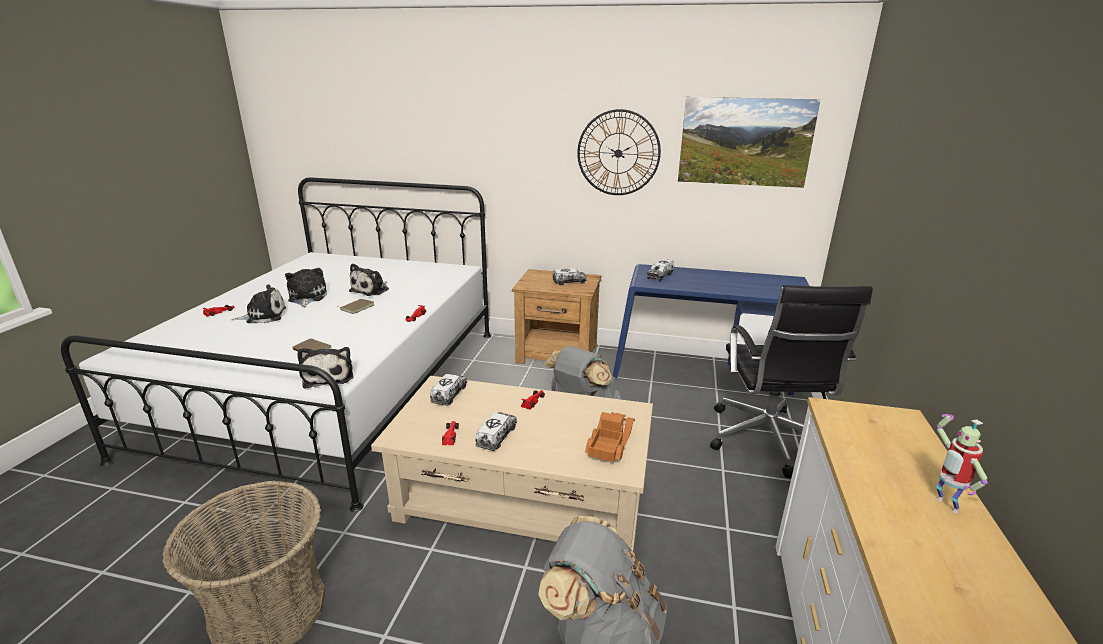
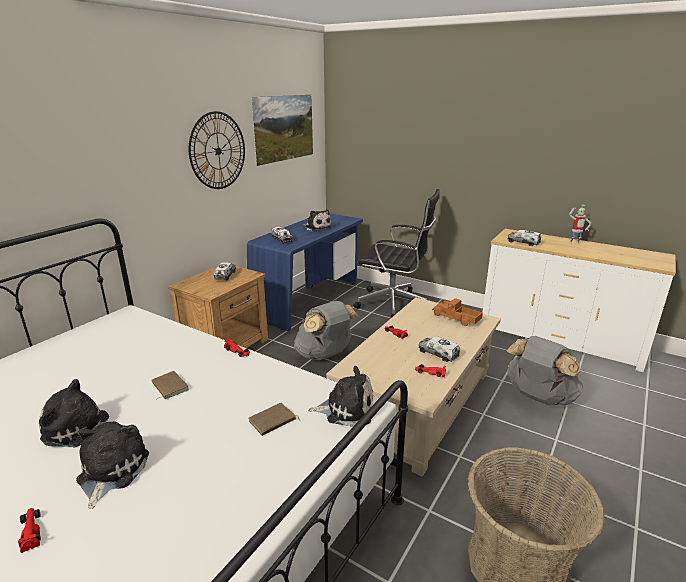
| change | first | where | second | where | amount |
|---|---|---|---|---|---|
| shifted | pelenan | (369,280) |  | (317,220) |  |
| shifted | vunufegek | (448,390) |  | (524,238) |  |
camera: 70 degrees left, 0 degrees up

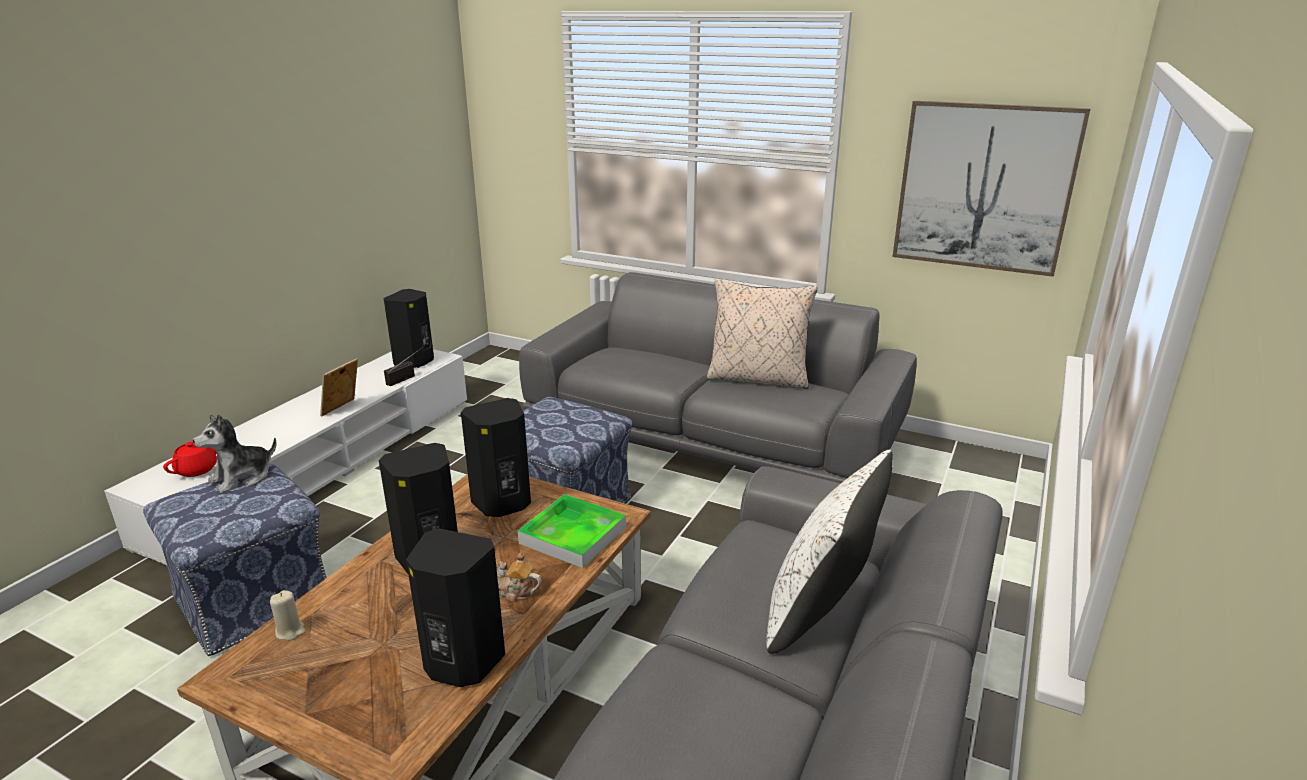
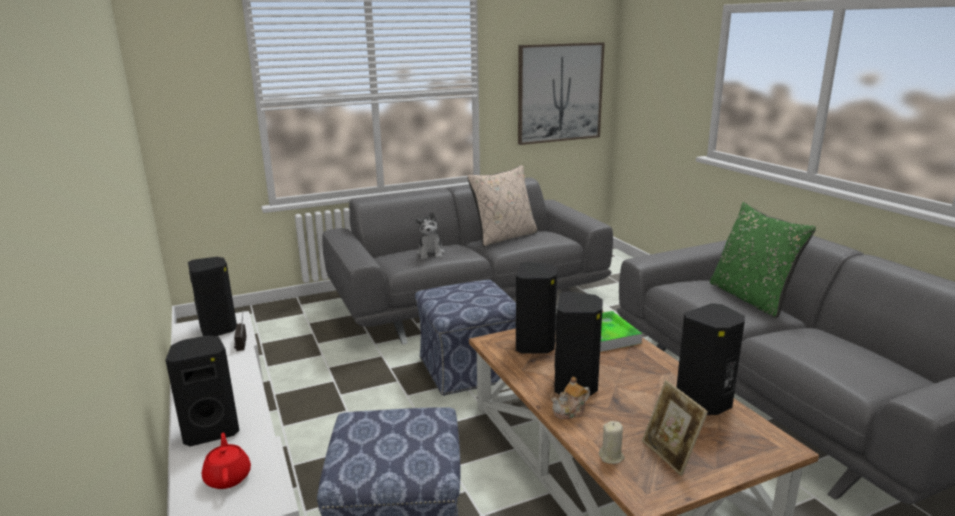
| change | first | where | second | where | amount |
|---|---|---|---|---|---|
| shifted | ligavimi | (339,387) |  | (675,428) |  |
| shifted | pelenan | (234,453) |  | (430,235) |  |
| repainted | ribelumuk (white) | (829,552) | ribelumuk (green) | (763,260) |  |
| shifted | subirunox | (519,577) |  | (570,398) |  |
| new |  |  | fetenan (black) | (202,391) |  |
camera: 50 degrees left, 5 degrees down

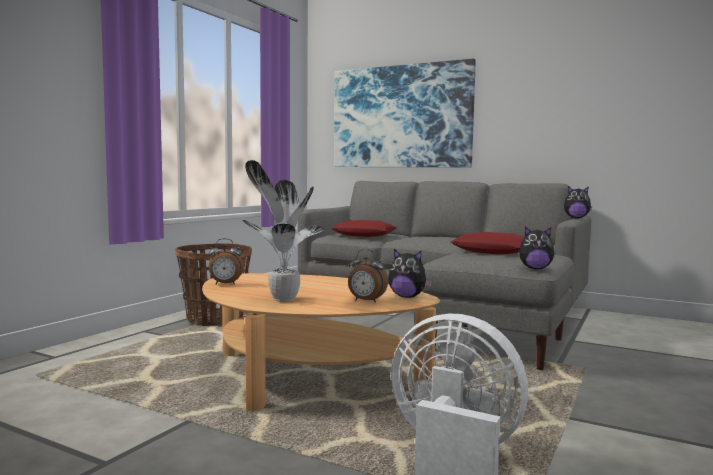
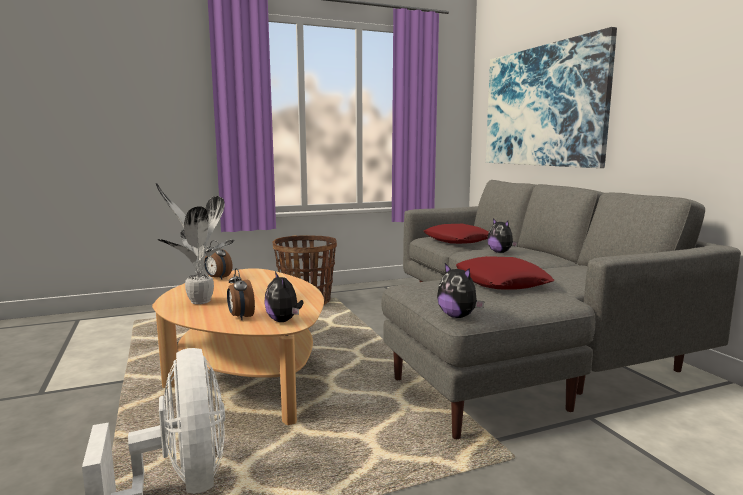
| change | first | where | second | where | amount |
|---|---|---|---|---|---|
| shifted | pelenan | (578,202) |  | (502,236) |  |
camera: 40 degrees right, 5 degrees up

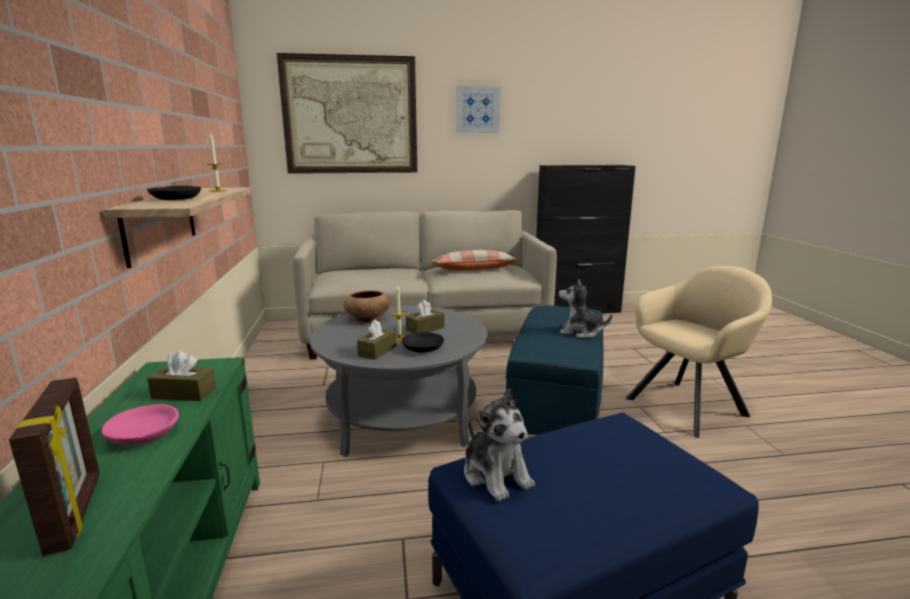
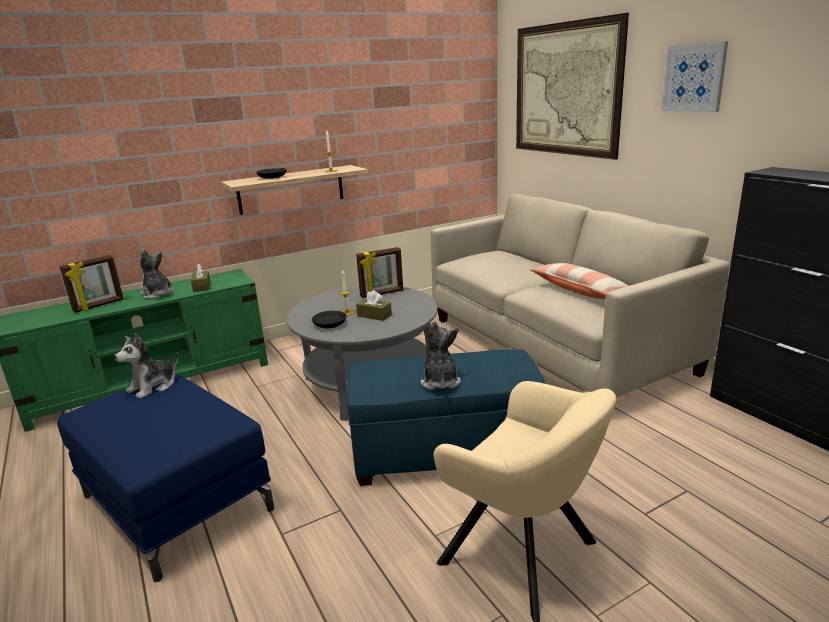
| change | first | where | second | where | amount |
|---|---|---|---|---|---|
| swapped | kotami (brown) | (367,307) | ligavimi | (379,272) |  |
| gone | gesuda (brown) | (376,339) |  |  |  |
| swapped | kotami (pink) | (140,424) | pelenan | (157,274) |  |
camera: 70 degrees right, 5 degrees up

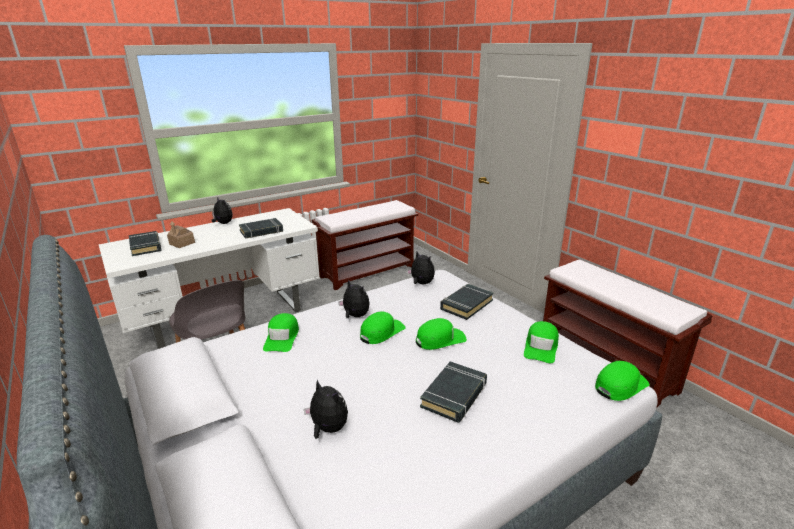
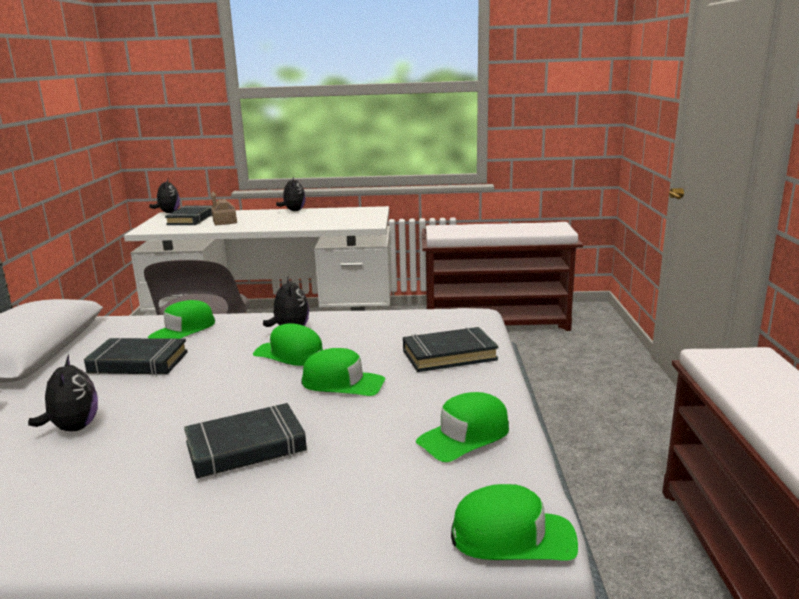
| change | first | where | second | where | amount |
|---|---|---|---|---|---|
| shifted | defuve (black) | (261,228) |  | (136,357) |  |
| shifted | pelenan | (421,267) |  | (164,196) |  |
| rotated | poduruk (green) | (382,328) |  | (288,344) | 135 degrees counterclockwise |
camera: 35 degrees right, 5 degrees down

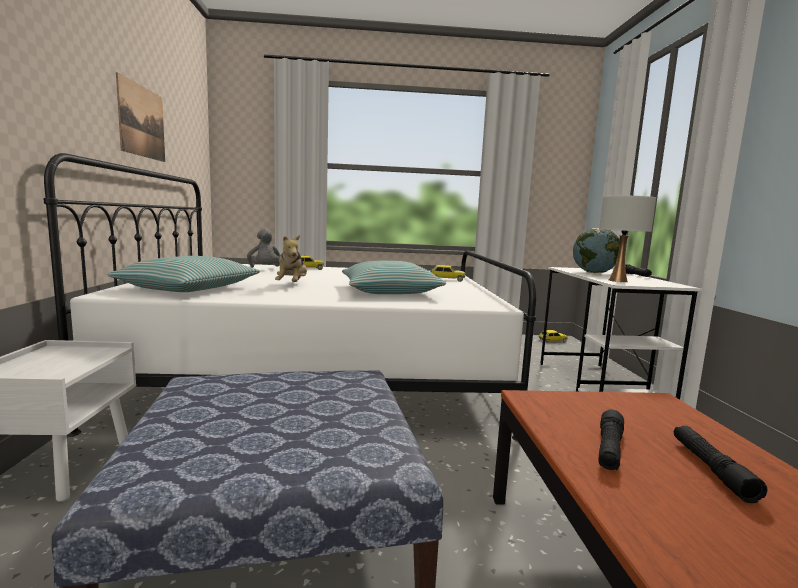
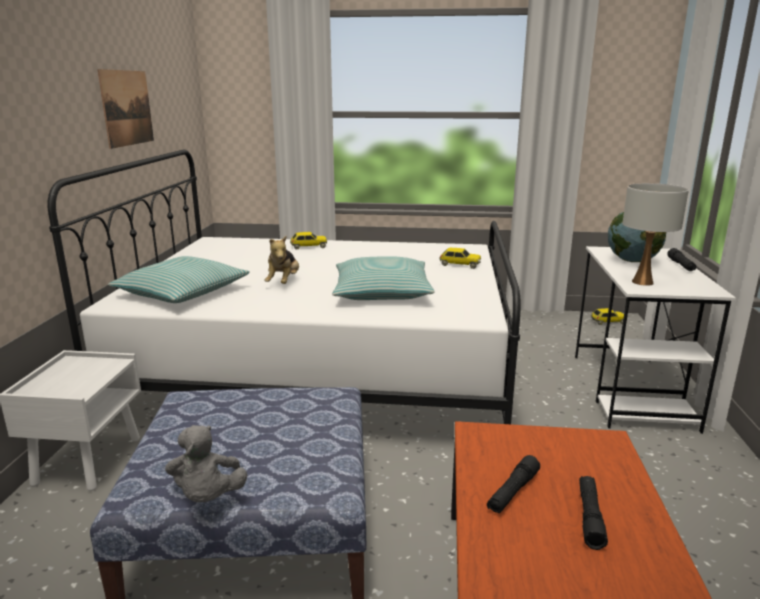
| change | first | where | second | where | amount |
|---|---|---|---|---|---|
| shifted | pelenan (grey) | (264,248) |  | (206,463) |  |
camera: 10 degrees right, 10 degrees up

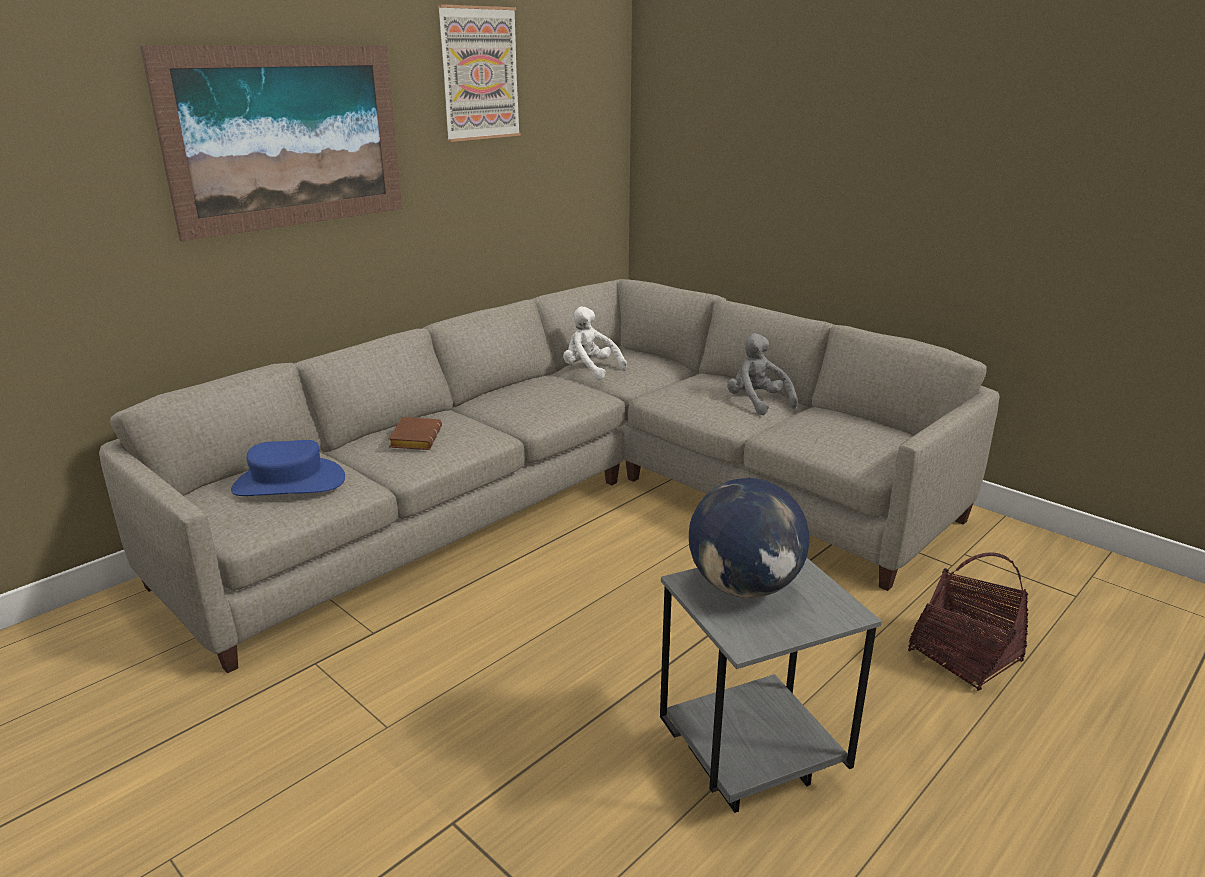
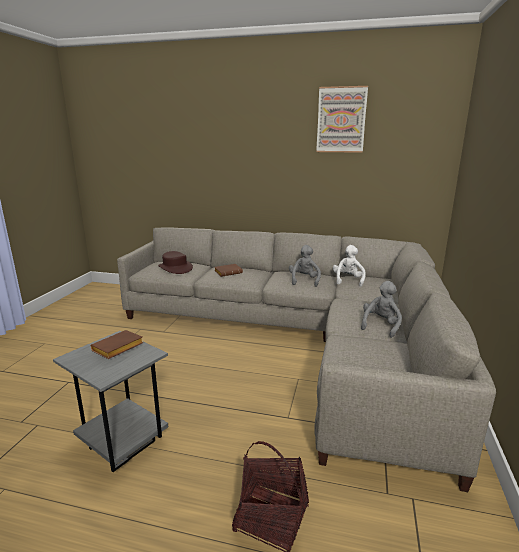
| change | first | where | second | where | amount |
|---|---|---|---|---|---|
| gone | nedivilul | (271,143) |  |  |  |
| repainted | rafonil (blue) | (288,468) | rafonil (brown) | (175,262) |  |
| swapped | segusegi | (749,538) | defuve (brown) | (117,344) |  |
| new |  |  | pelenan (grey) | (305,266) |  |
camera: 60 degrees right, 5 degrees down

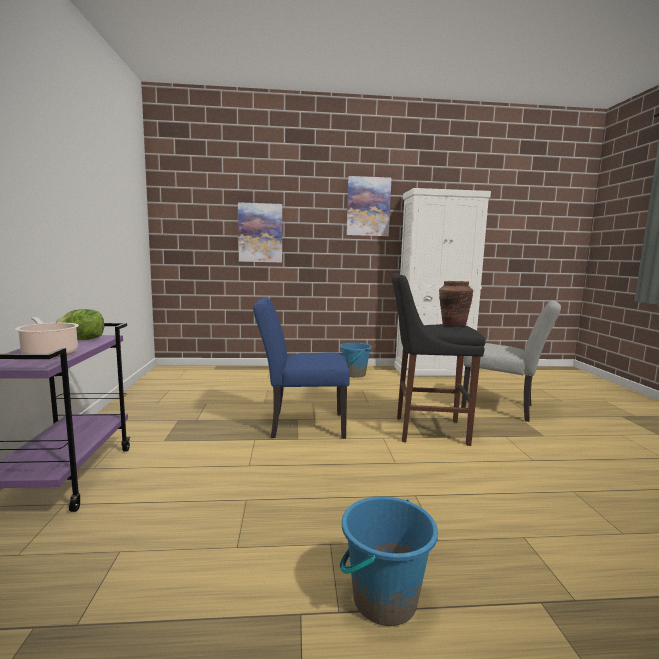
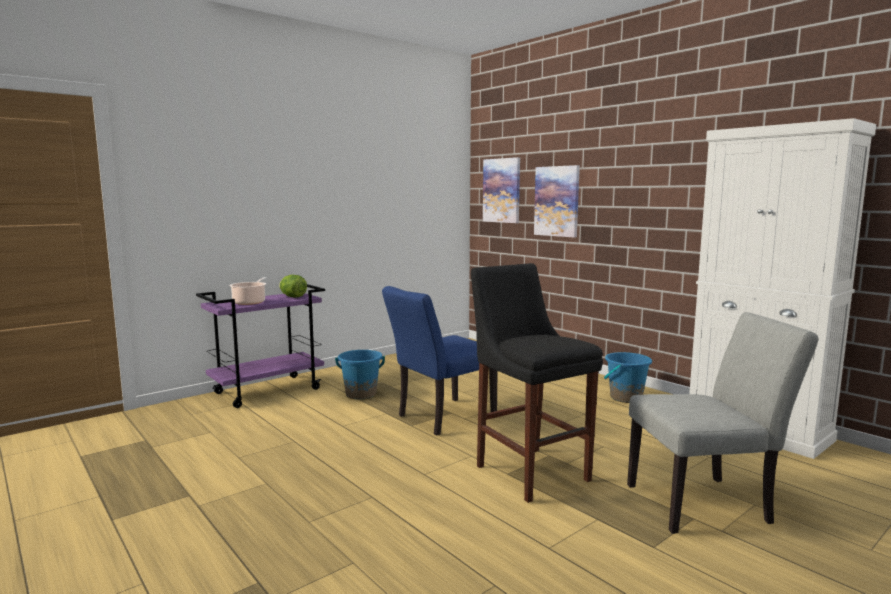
| change | first | where | second | where | amount |
|---|---|---|---|---|---|
| shifted | nedivilul | (368,206) |  | (501,190) |  |
| gone | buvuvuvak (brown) | (456,304) |  |  |  |
| rotated | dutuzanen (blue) | (301,368) |  | (439,361) | 90 degrees counterclockwise |
| rotated | dutuzanen (grey) | (511,361) |  | (722,423) | 90 degrees counterclockwise |
| shifted | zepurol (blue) | (388,561) |  | (360,375) |  |
camera: 55 degrees right, 0 degrees up

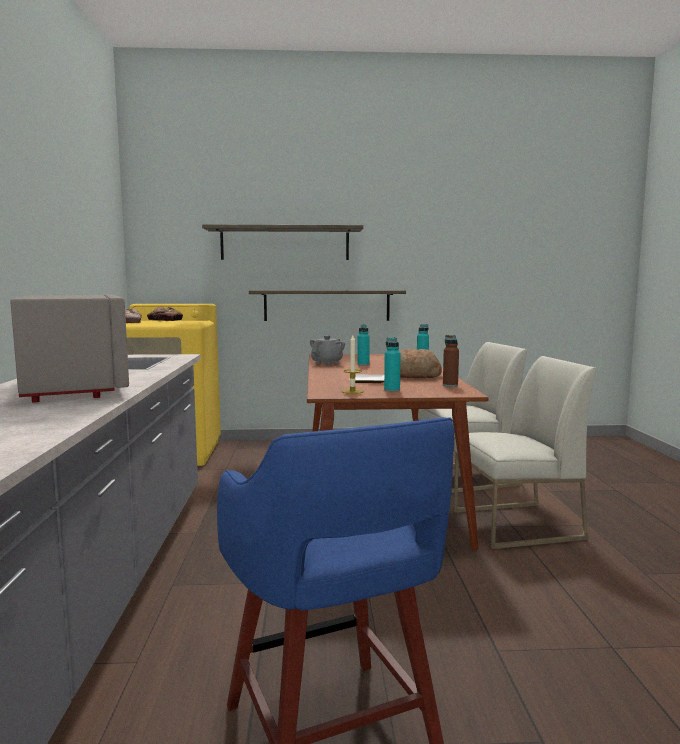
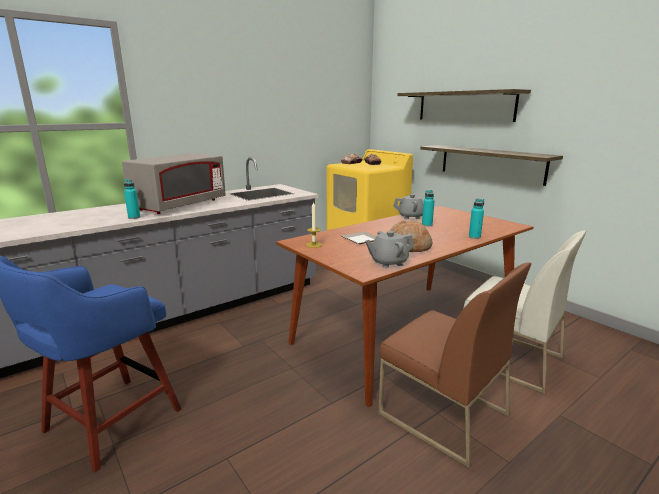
| change | first | where | second | where | amount |
|---|---|---|---|---|---|
| swapped | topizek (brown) | (451,361) | subirunox (grey) | (389,249) |  |
| shifted | topizek (turquoise) | (392,365) |  | (132,199) |  |
| repainted | dutuzanen (white) | (525,452) | dutuzanen (brown) | (455,365) |  |
camera: 55 degrees right, 10 degrees up

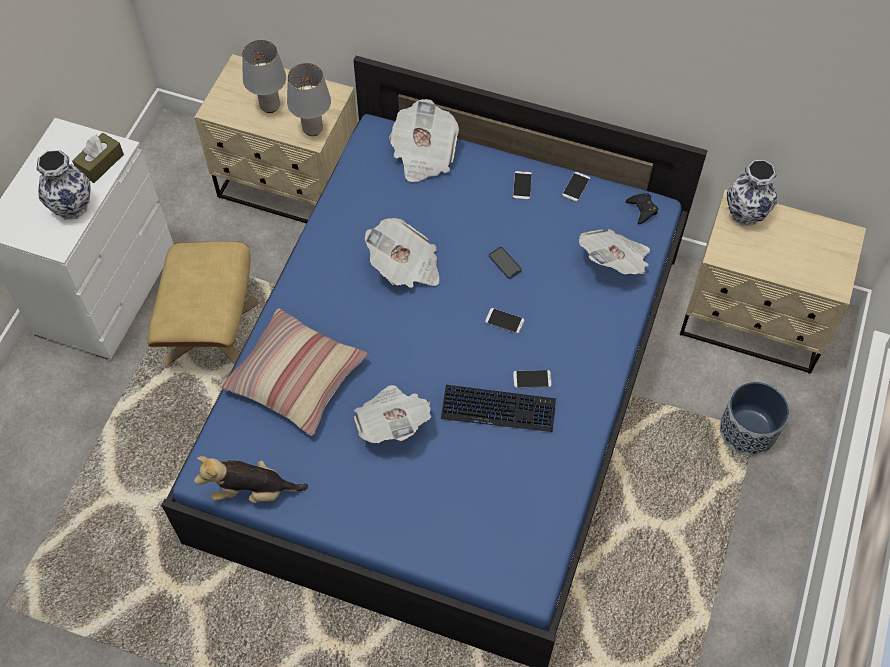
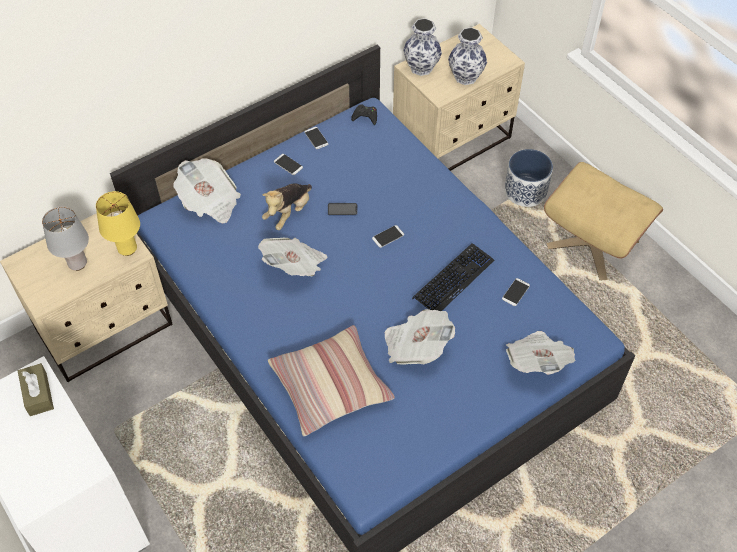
| change | first | where | second | where | amount |
|---|---|---|---|---|---|
| repainted | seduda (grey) | (309,99) | seduda (yellow) | (118,223) |  |
| shifted | buvuvuvak | (63,185) |  | (467,56) |  |
| shifted | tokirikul | (614,252) |  | (541,353) |  |
| shifted | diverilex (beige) | (203,303) |  | (604,221) |  |
| shifted | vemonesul | (532,379) |  | (516,292) |  |
| shifted | pelenan | (251,479) |  | (287,206) |  |
camera: 55 degrees left, 5 degrees down

